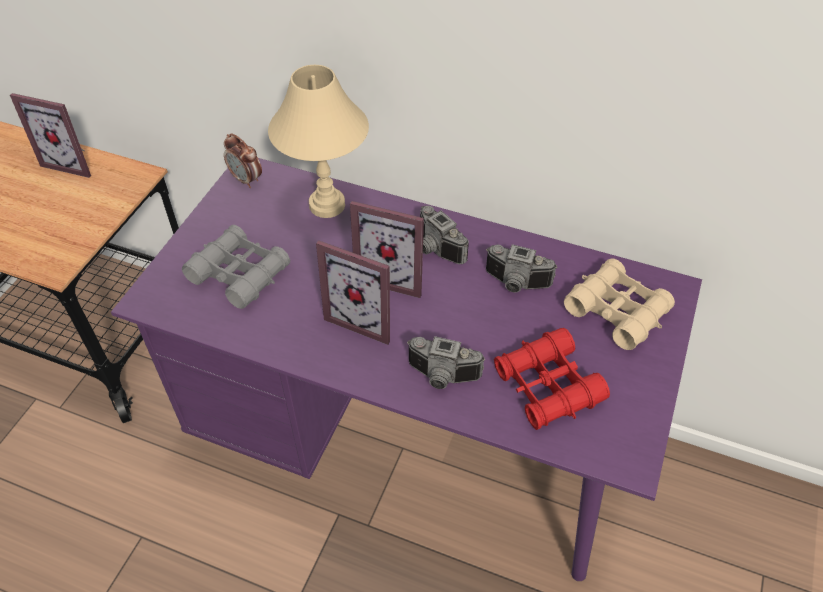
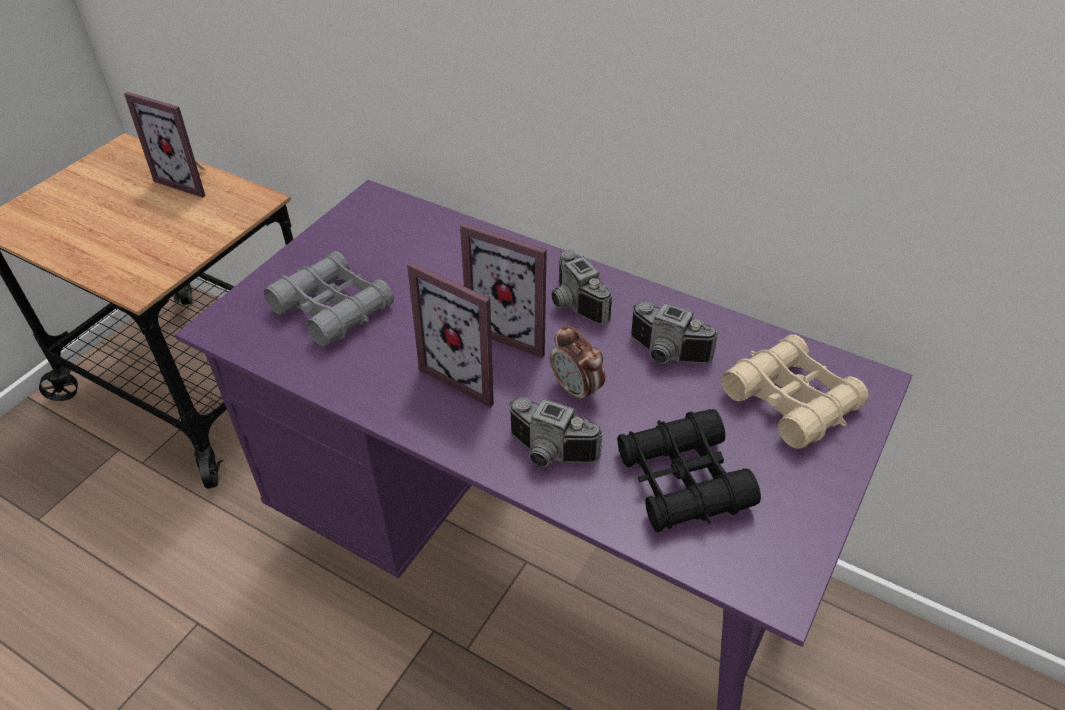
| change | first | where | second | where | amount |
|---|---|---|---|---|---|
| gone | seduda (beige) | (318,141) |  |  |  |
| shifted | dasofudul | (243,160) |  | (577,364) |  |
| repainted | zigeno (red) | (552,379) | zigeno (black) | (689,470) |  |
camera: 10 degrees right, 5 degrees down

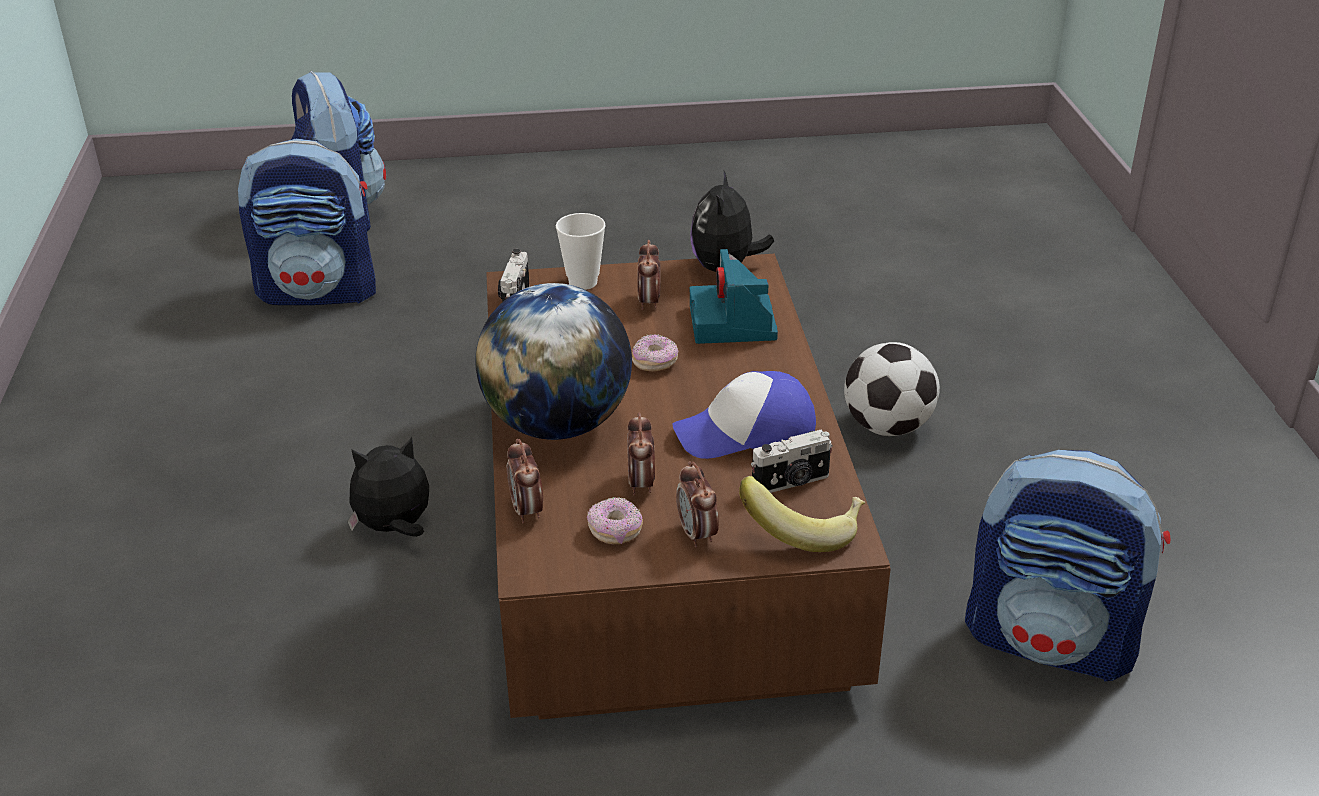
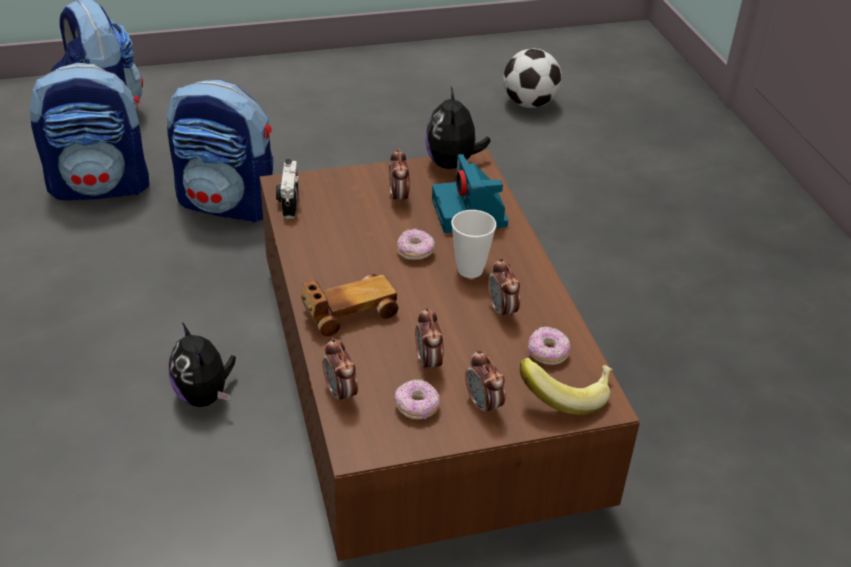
| change | first | where | second | where | amount |
|---|---|---|---|---|---|
| shifted | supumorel | (581,251) |  | (473,244) |  |
| swapped | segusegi | (553,361) | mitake | (349,305) |  |
| shifted | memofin | (892,389) |  | (532,78) |  |
| swapped | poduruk | (744,415) | dasofudul | (504,289) |  |
| swapped | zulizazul | (792,461) | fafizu | (549,345) |  |
| rotated | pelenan | (388,487) |  | (202,364) | 90 degrees counterclockwise |
| shifted | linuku | (1068,565) |  | (220,151) |  |
camera: 10 degrees left, 5 degrees up

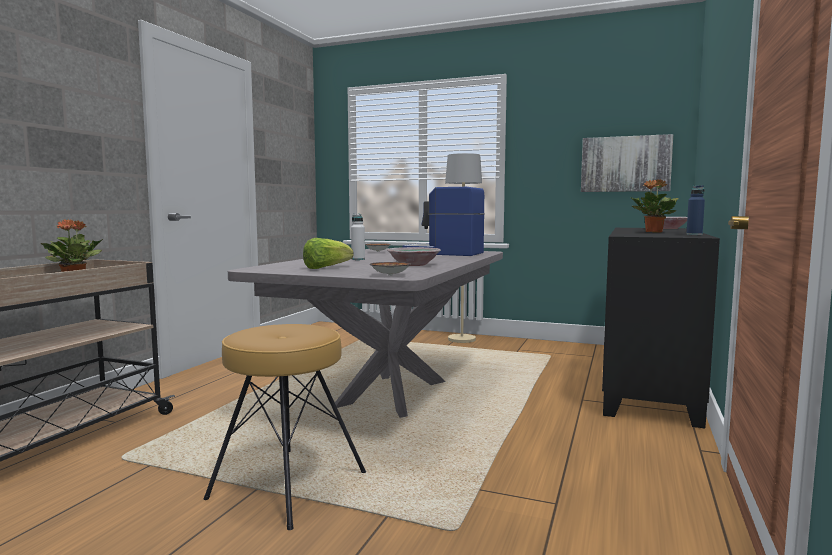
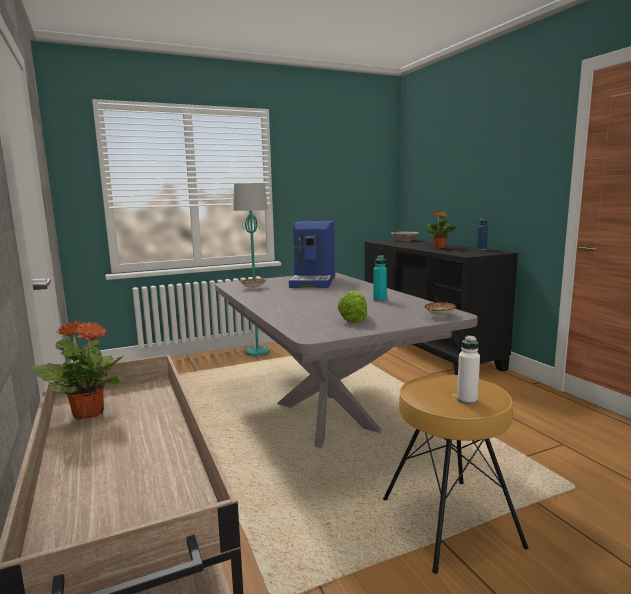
| change | first | where | second | where | amount |
|---|---|---|---|---|---|
| gone | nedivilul | (627,163) |  |  |  |
| repainted | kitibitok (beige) | (463,248) | kitibitok (turquoise) | (251,269) |  |
| rotated | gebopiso | (443,221) |  | (312,254) | 60 degrees counterclockwise |
| shifted | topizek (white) | (358,237) |  | (468,369) |  |
| swapped | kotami | (414,256) | topizek (turquoise) | (380,278) |  |
camera: 45 degrees left, 5 degrees up

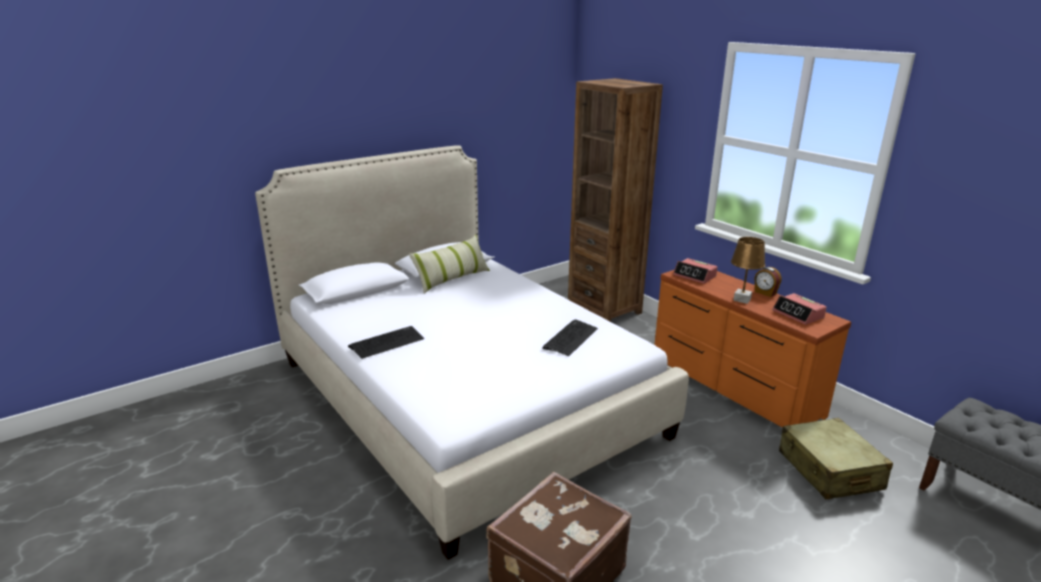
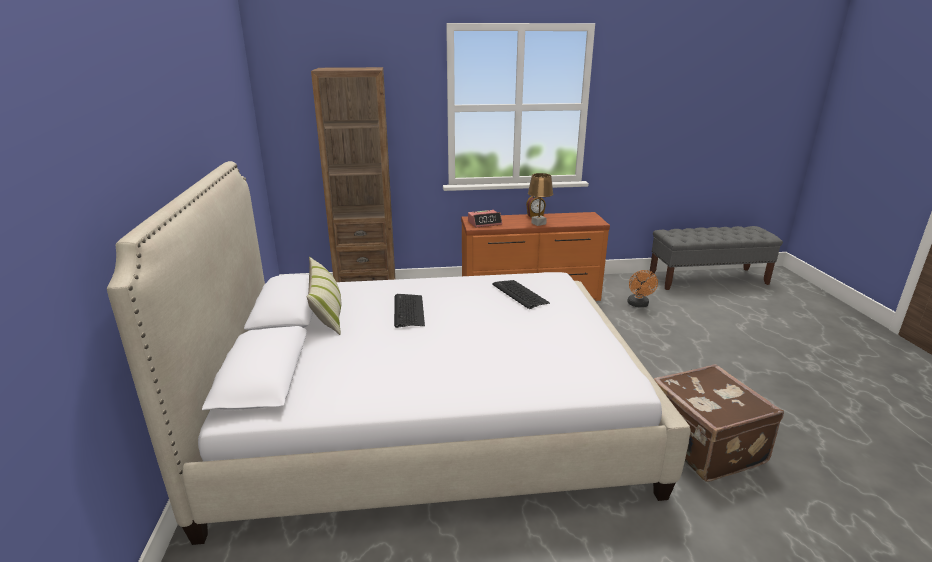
| change | first | where | second | where | amount |
|---|---|---|---|---|---|
| gone | dasofudul | (799,309) |  |  |  |
| shifted | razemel | (386,342) |  | (409,311) |  |
| swapped | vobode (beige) | (836,458) | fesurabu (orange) | (642,288) |  |
camera: 60 degrees left, 0 degrees up

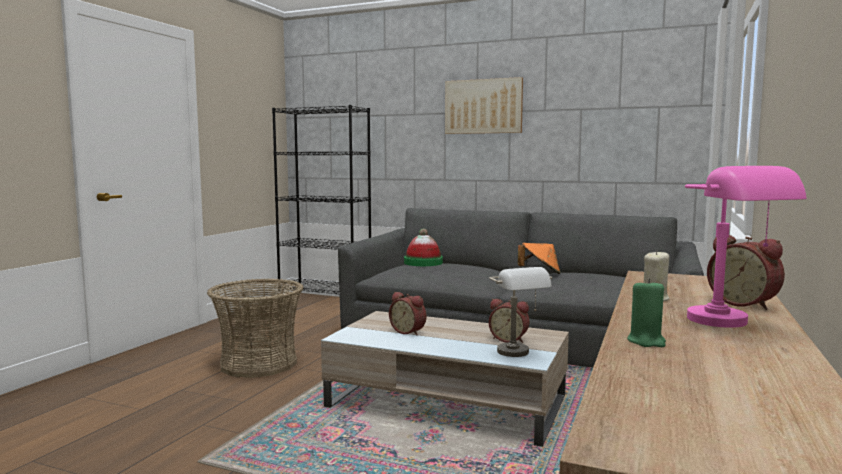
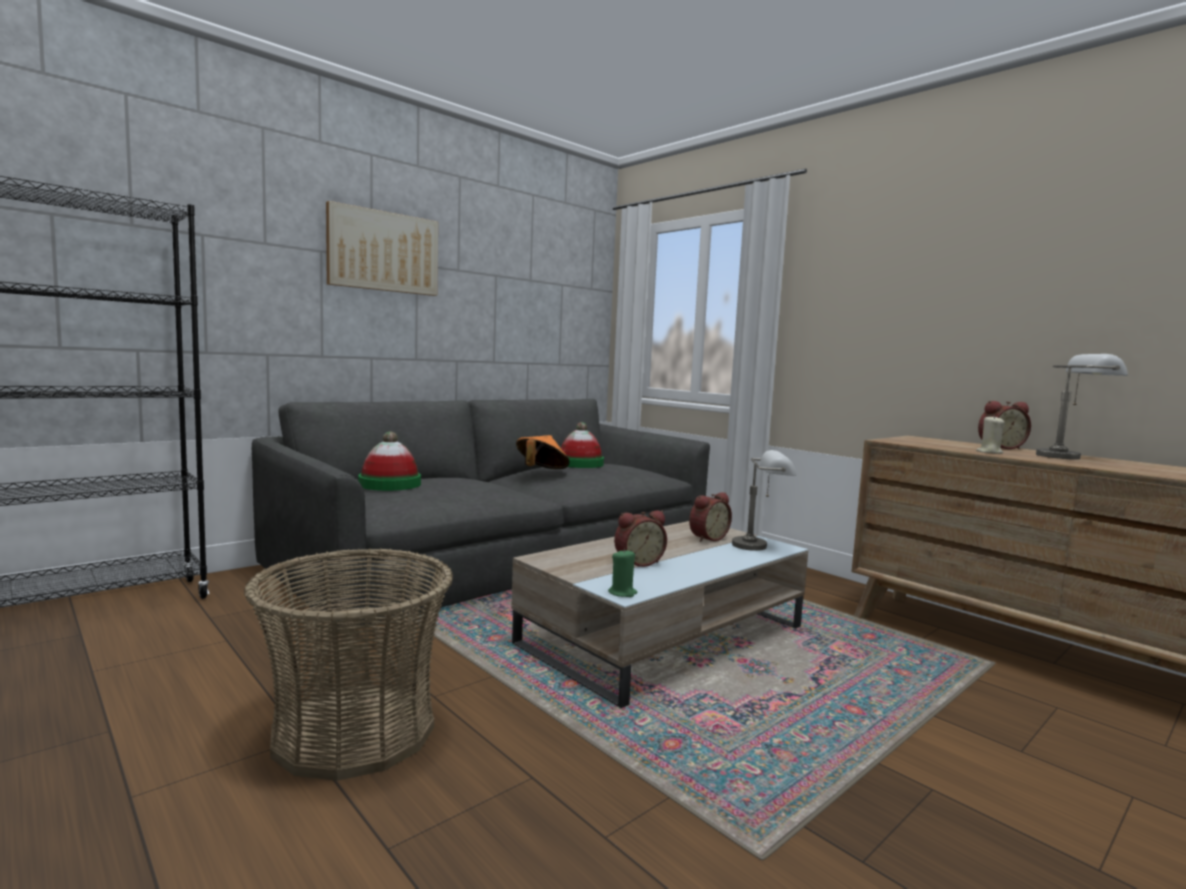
| change | first | where | second | where | amount |
|---|---|---|---|---|---|
| repainted | seduda (pink) | (746,247) | seduda (grey) | (1082,407) |  |
| shifted | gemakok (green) | (646,312) |  | (623,573) |  |
| new |  |  | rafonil | (582,445) |  |
camera: 65 degrees left, 0 degrees up

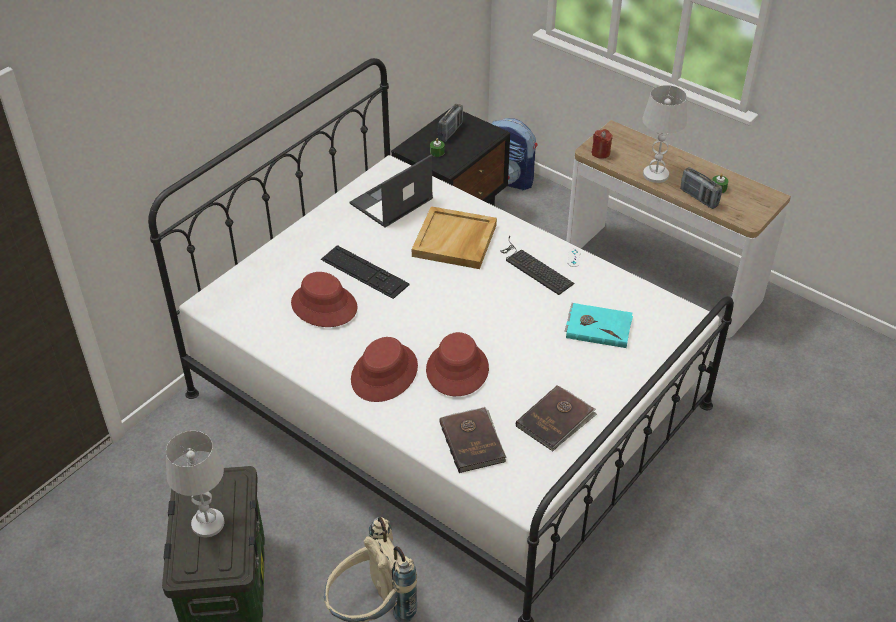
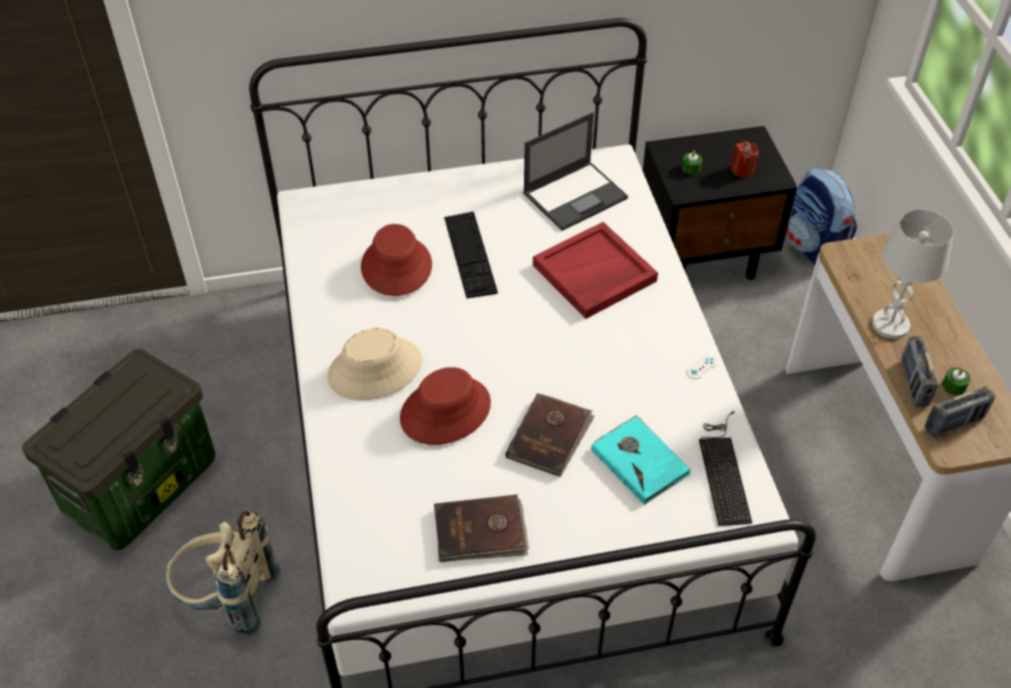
| change | first | where | second | where | amount |
|---|---|---|---|---|---|
| shifted | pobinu | (450,123) |  | (960,412) |  |
| shifted | gemakok (red) | (602,144) |  | (744,159) |  |
| rotated | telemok | (391,191) |  | (575,171) | 150 degrees clockwise |
| repainted | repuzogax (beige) | (454,237) | repuzogax (red) | (595,270) |  |
| shifted | razemel | (537,265) |  | (725,468) |  |
| repainted | rafonil (red) | (384,369) | rafonil (beige) | (374,364) |  |
| shifted | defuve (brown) | (473,440) |  | (550,435) |  |
| gone | seduda (white) | (195,484) |  |  |  |
camera: 40 degrees right, 5 degrees up

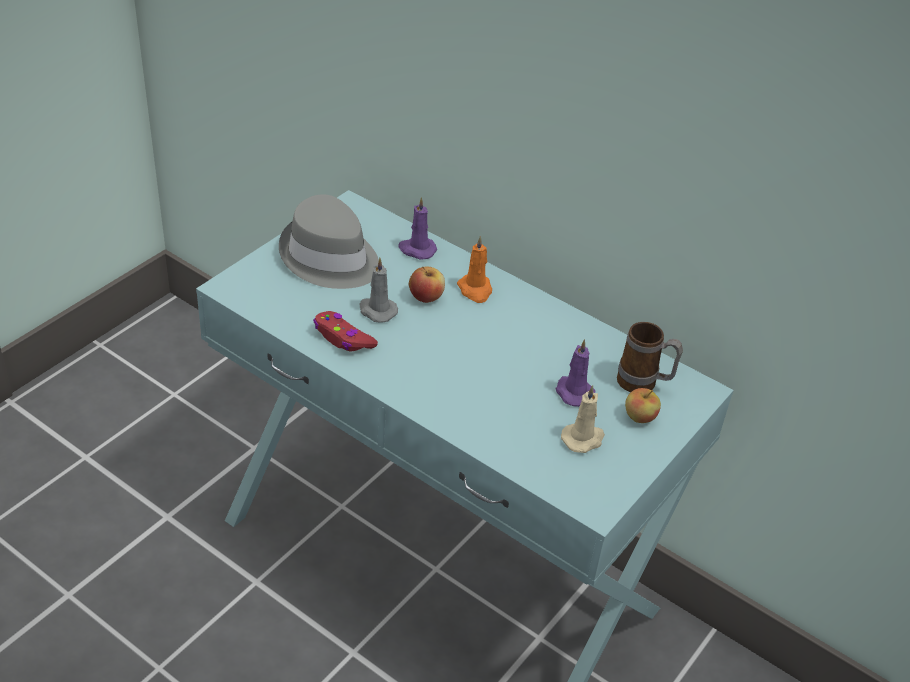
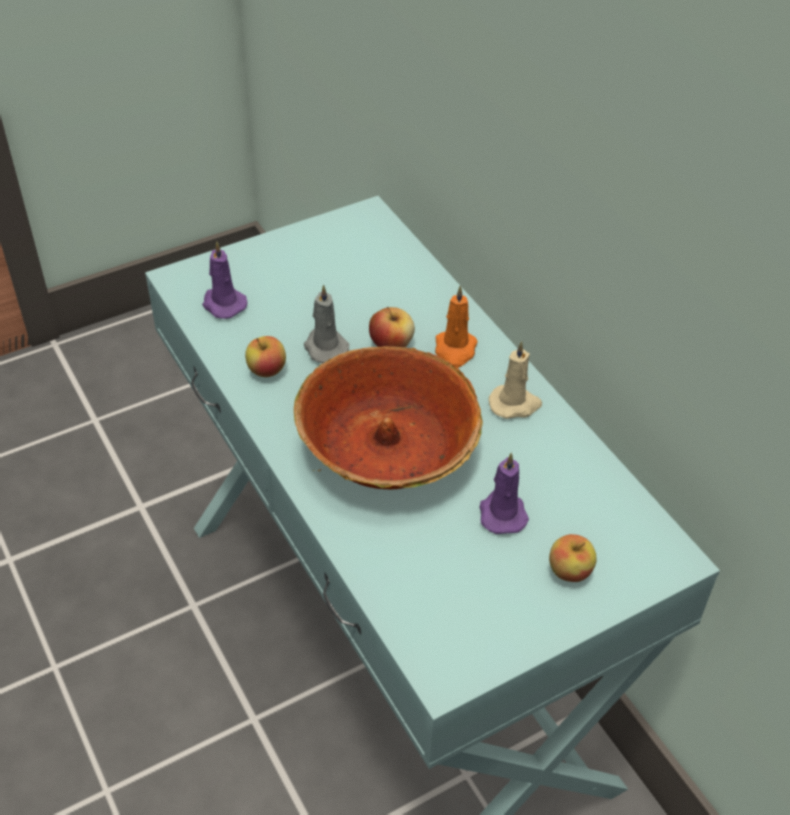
| change | first | where | second | where | amount |
|---|---|---|---|---|---|
| gone | rafonil (grey) | (329,241) |  |  |  |
| shifted | gemakok (purple) | (417,228) |  | (225,280) |  |
| swapped | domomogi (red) | (345,331) | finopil | (265,356) |  |
| gone | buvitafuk | (650,357) |  |  |  |
| shifted | gemakok (beige) | (583,419) |  | (515,380) |  |
| new |  |  | kotami | (388,417) |  |
camera: 25 degrees right, 5 degrees up

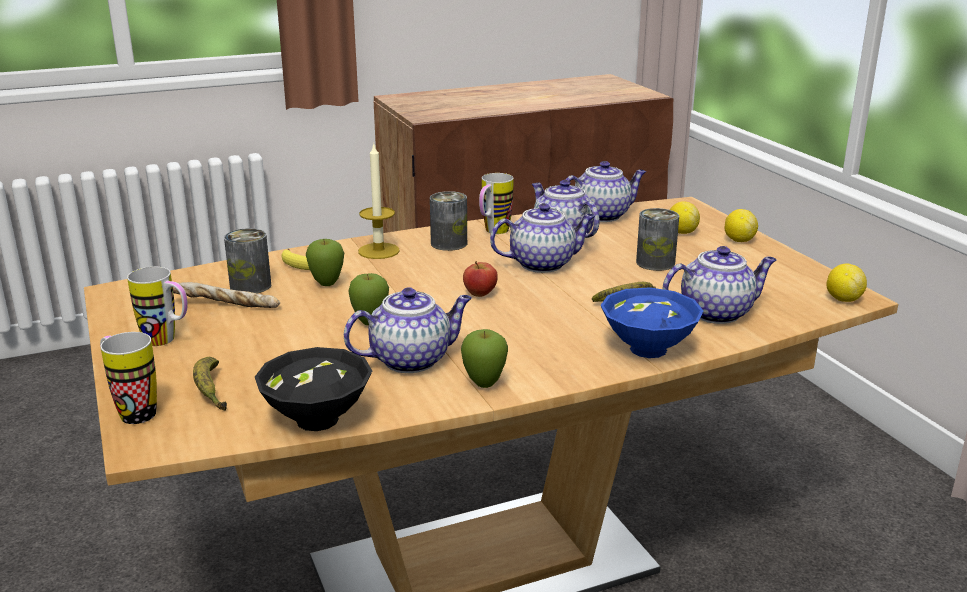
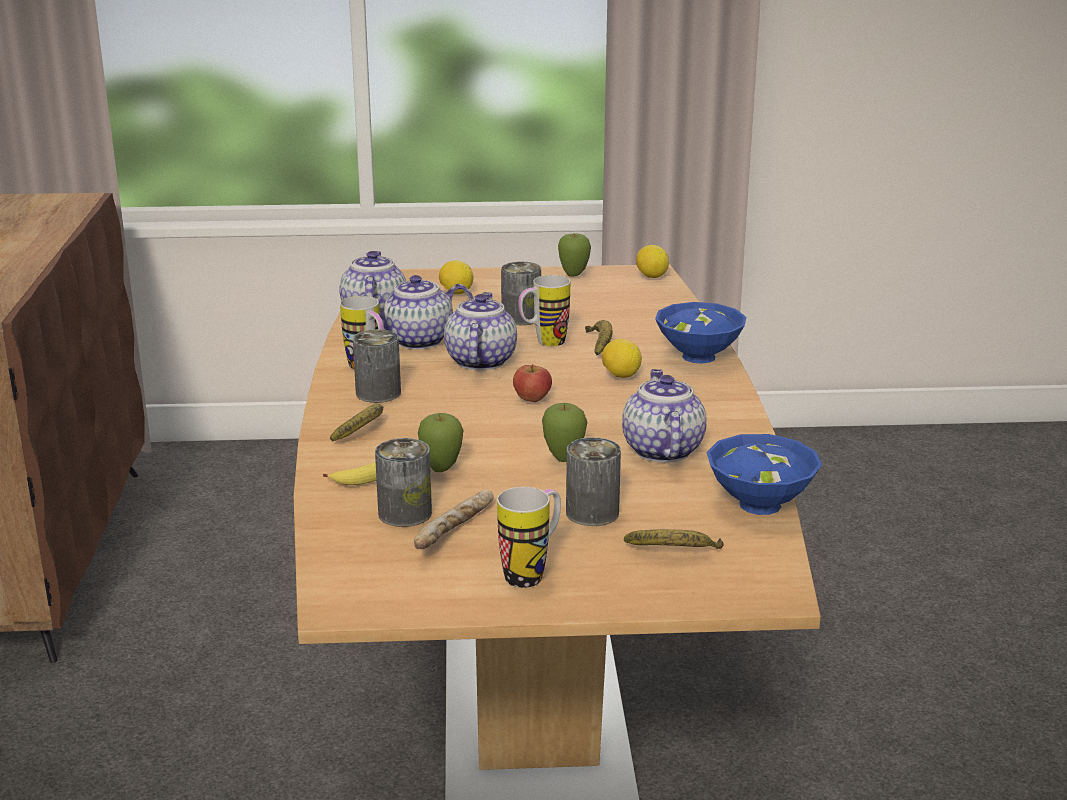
| change | first | where | second | where | amount |
|---|---|---|---|---|---|
| swapped | gemakok | (379,201) | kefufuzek | (356,423) |  |
| shifted | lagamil | (741,225) |  | (622,358) |  |
| gone | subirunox | (719,285) |  |  |  |
| shifted | finopil | (484,358) |  | (574,255) |  |
| shifted | buvitafuk | (128,378) |  | (544,310) |  |
| repainted | kotami (black) | (313,389) | kotami (blue) | (764,474) |  |
| new |  |  | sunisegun | (593,481) |  |
camera: 70 degrees left, 0 degrees up

